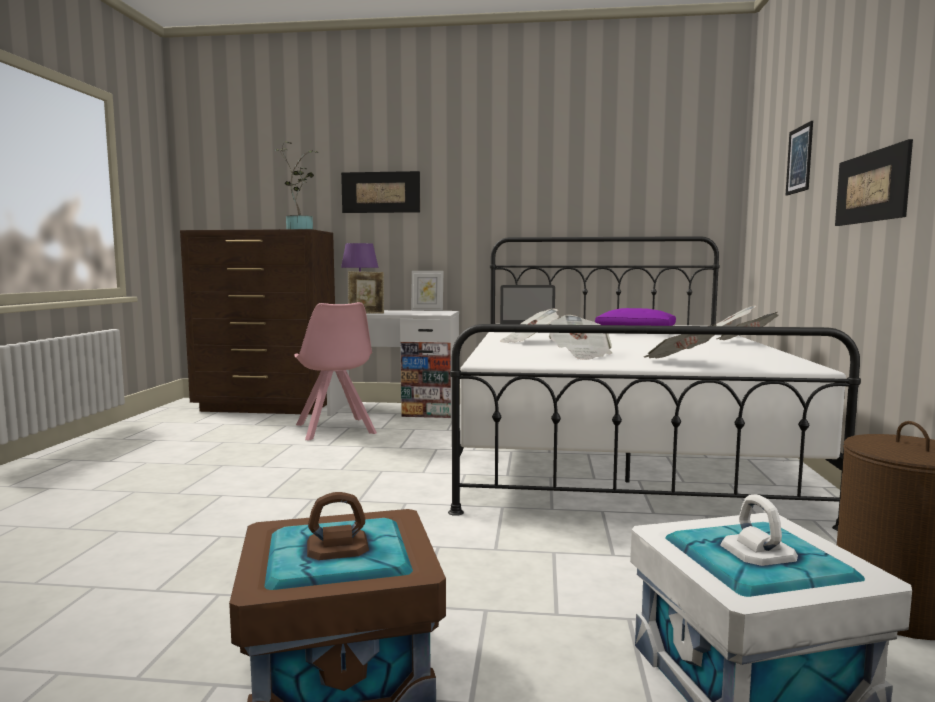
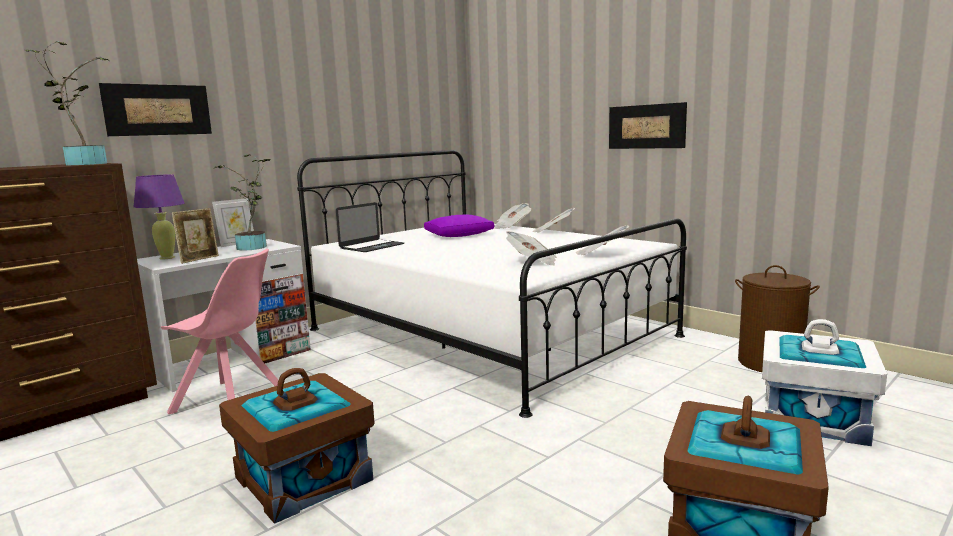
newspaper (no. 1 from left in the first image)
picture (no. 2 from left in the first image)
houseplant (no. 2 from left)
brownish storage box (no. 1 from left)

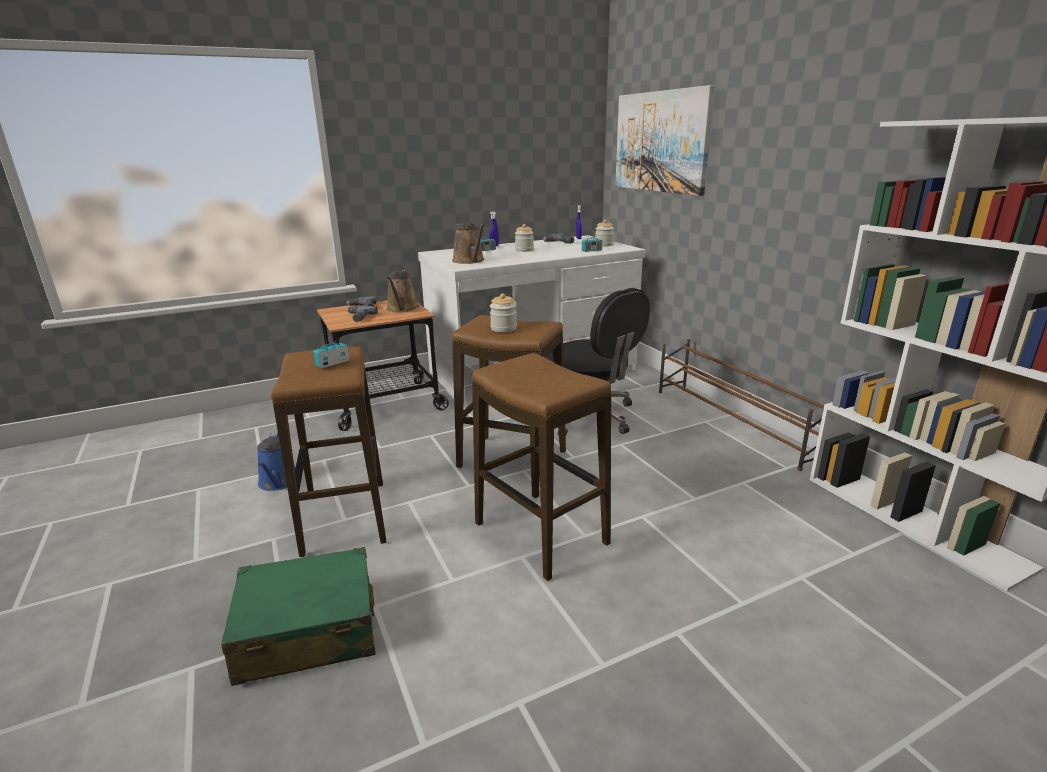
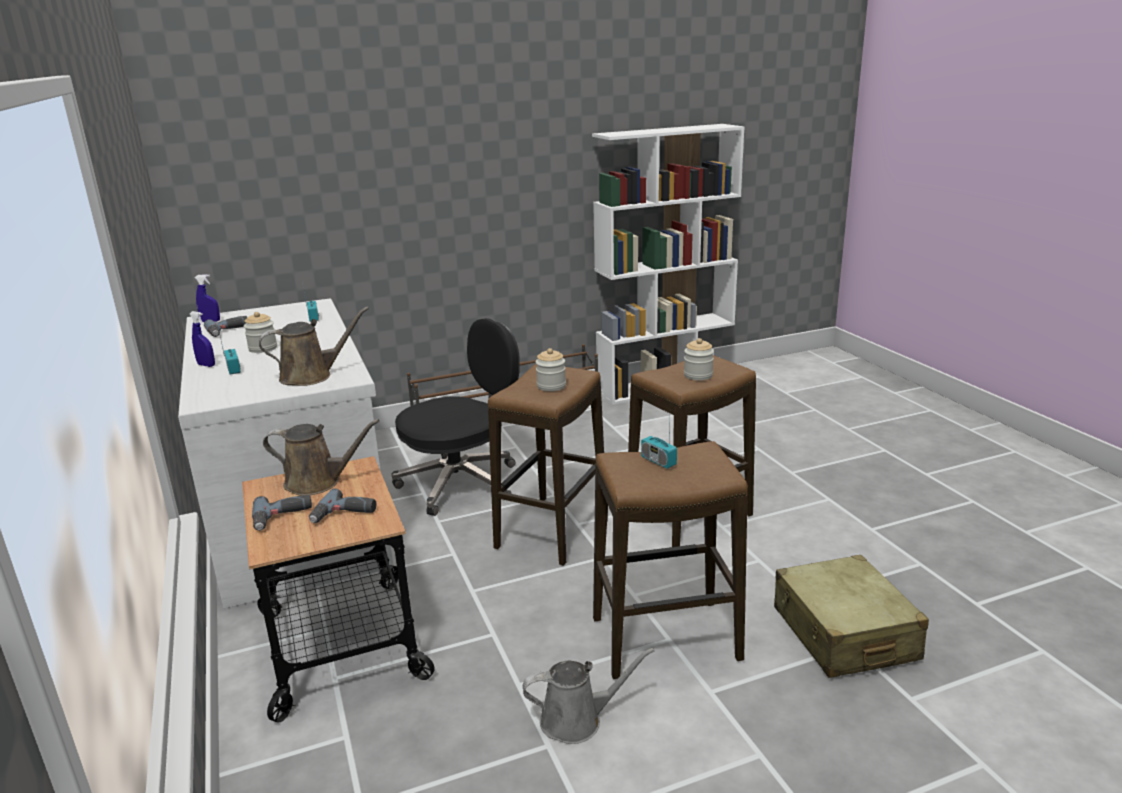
picture
preserve jar (no. 3 from left)
beige suitcase
grey watering pot

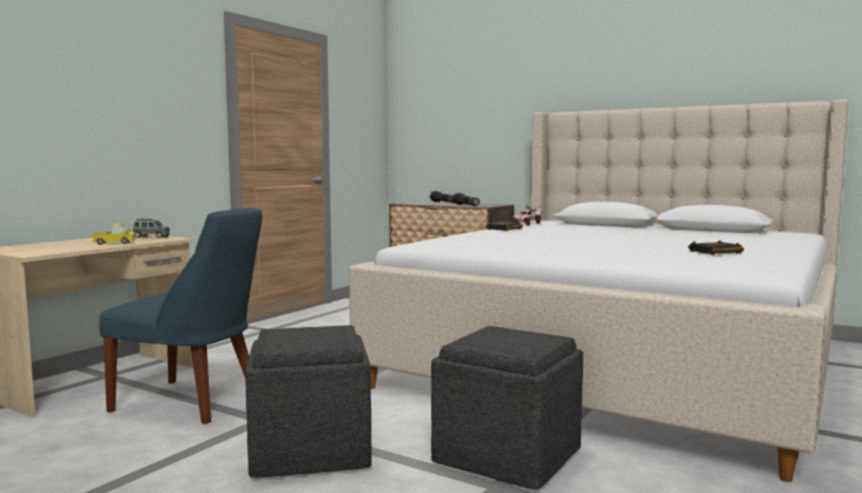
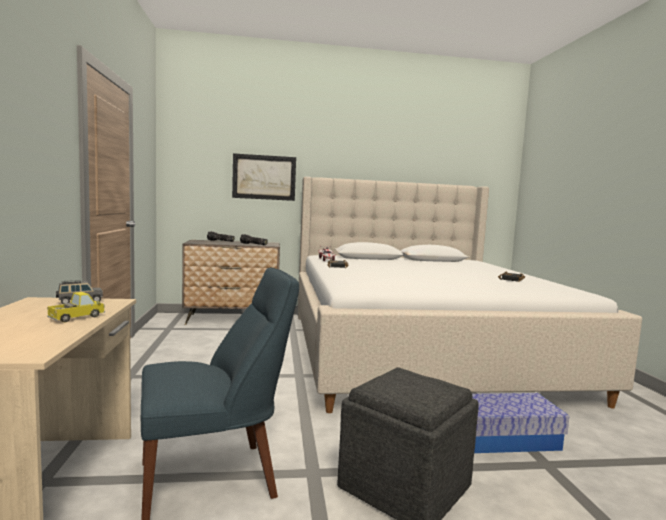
picture
storage box

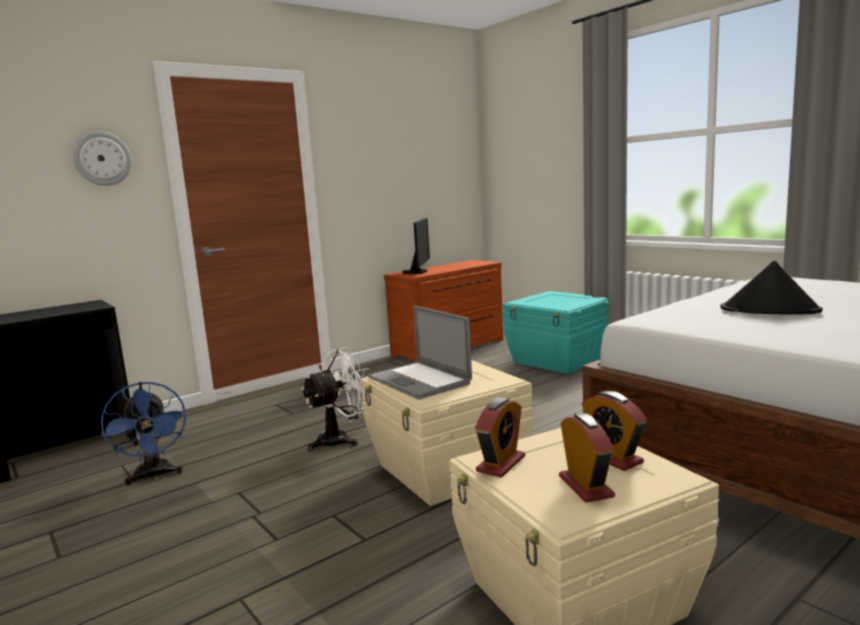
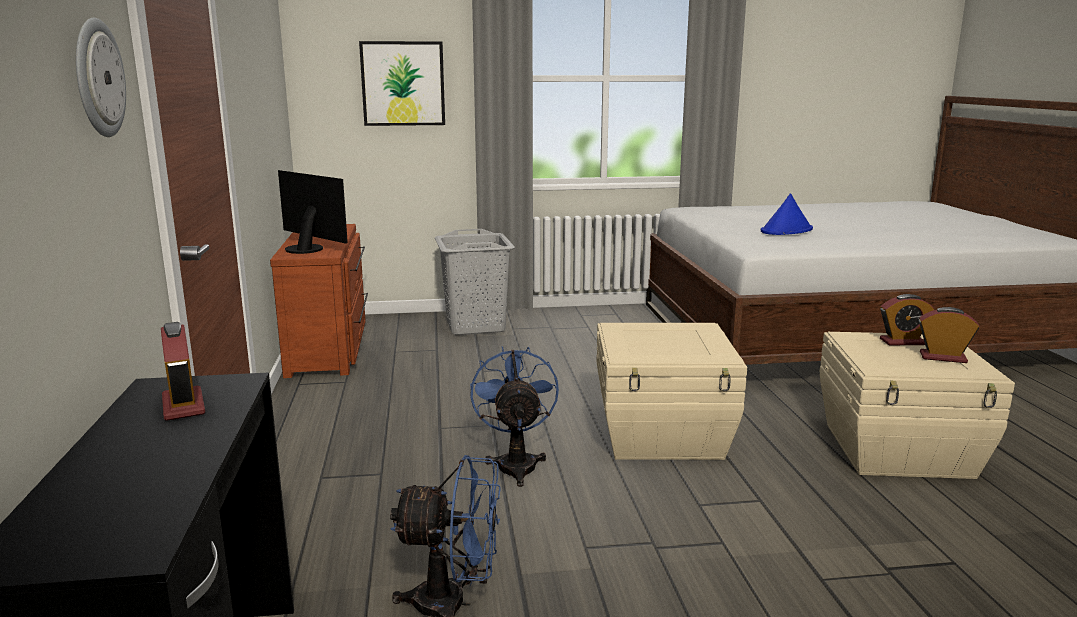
portable computer
picture
bedside clock (no. 1 from left)
grey washing basket
blue electric fan (no. 2 from left)
blue clothing hat

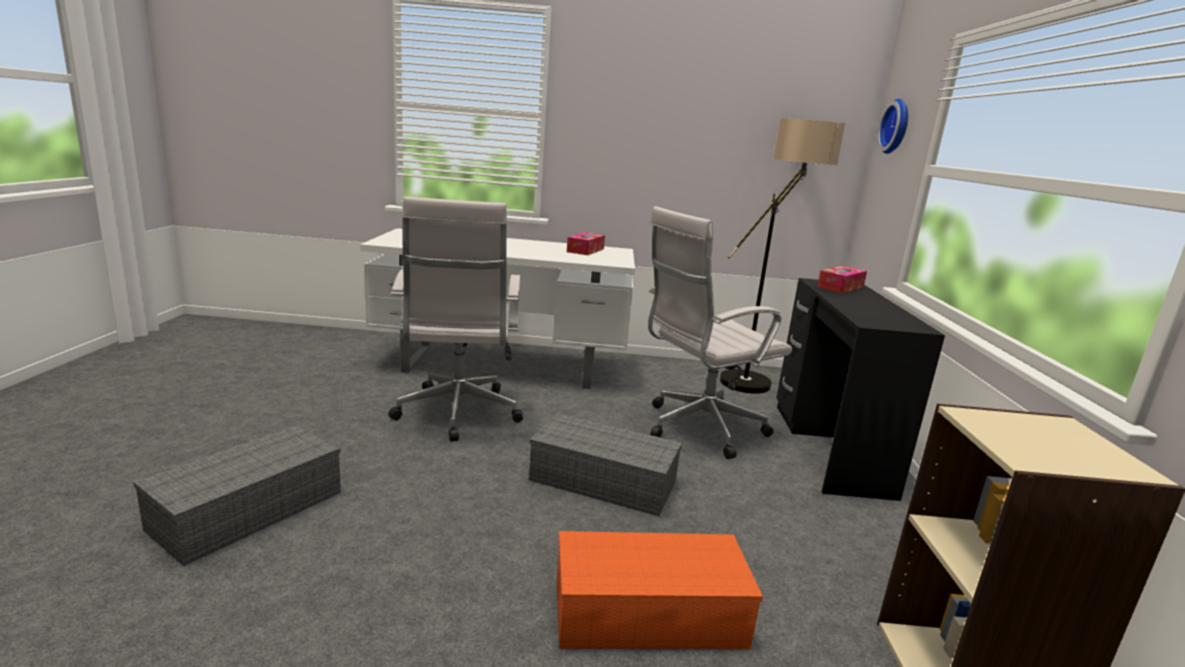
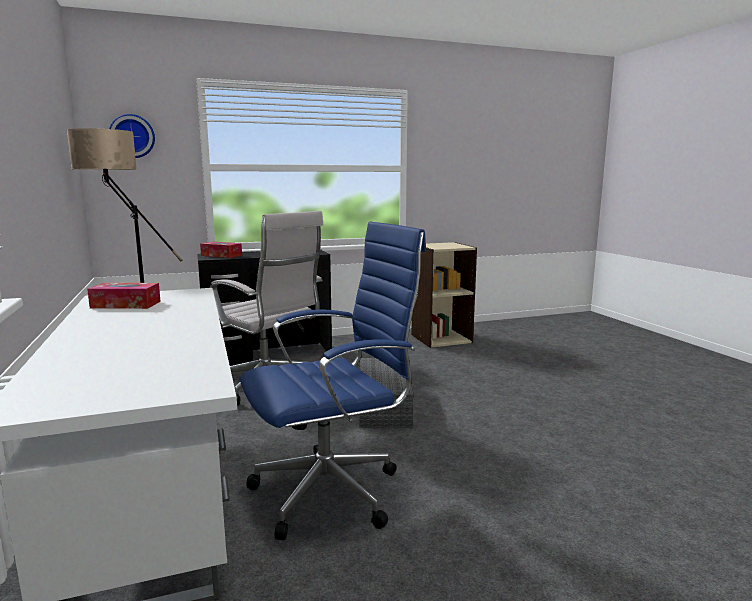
grey storage box (no. 1 from left in the first image)
orangey storage box
blue desk chair

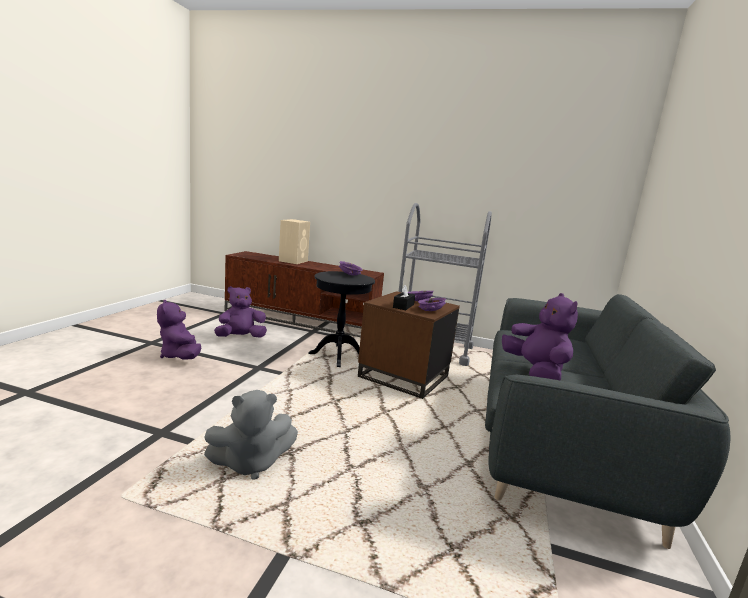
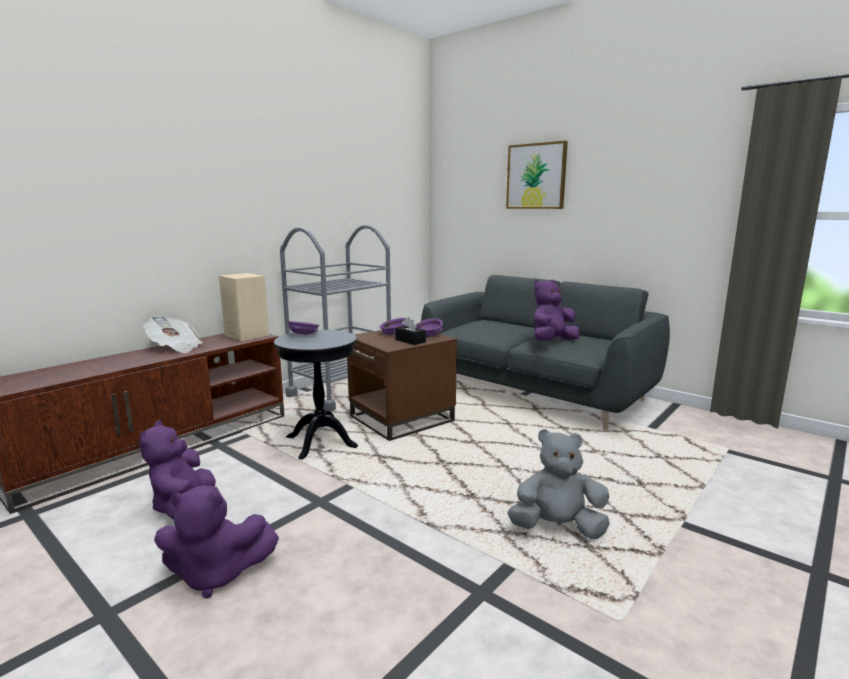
newspaper
picture
beige speaker
grey plush toy
purple plush toy (no. 3 from left)

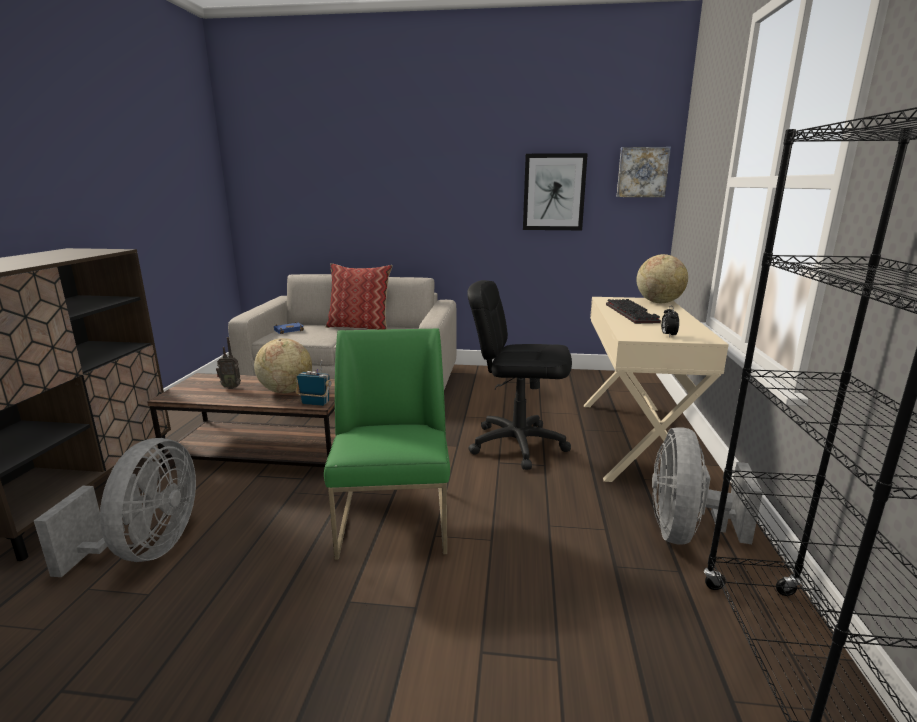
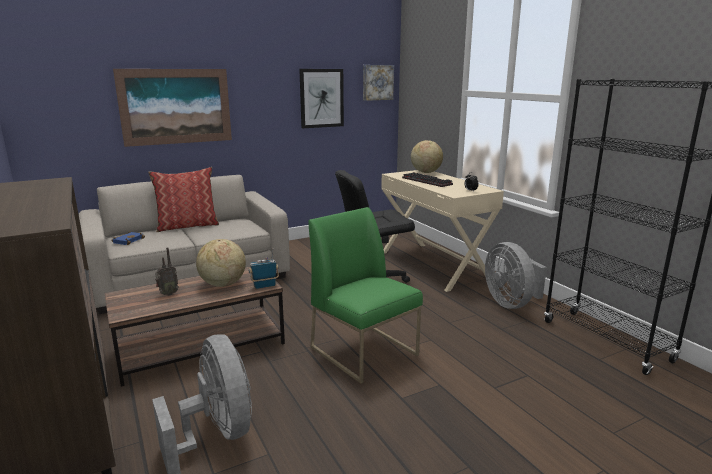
picture (no. 1 from left)

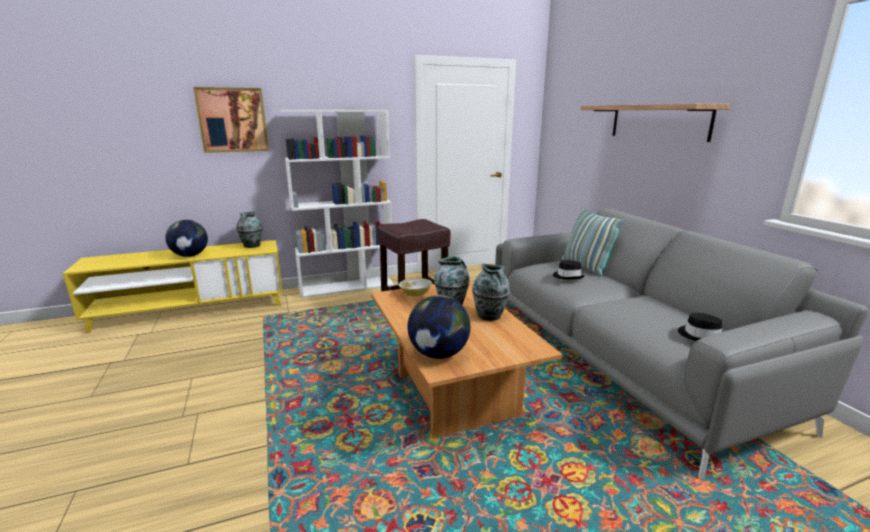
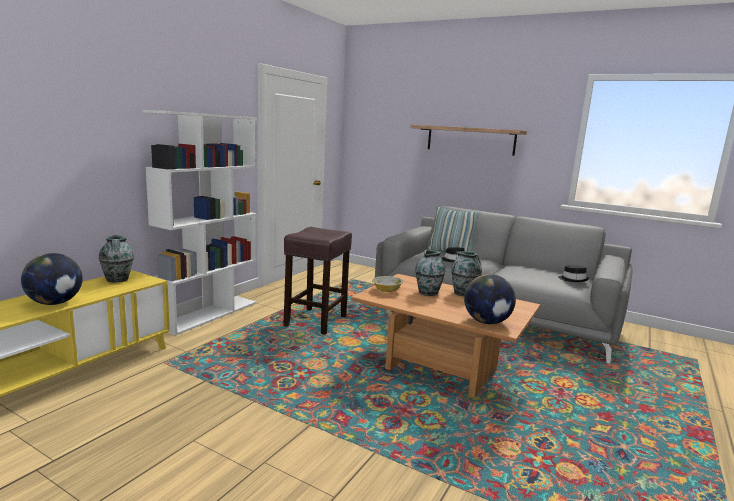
picture

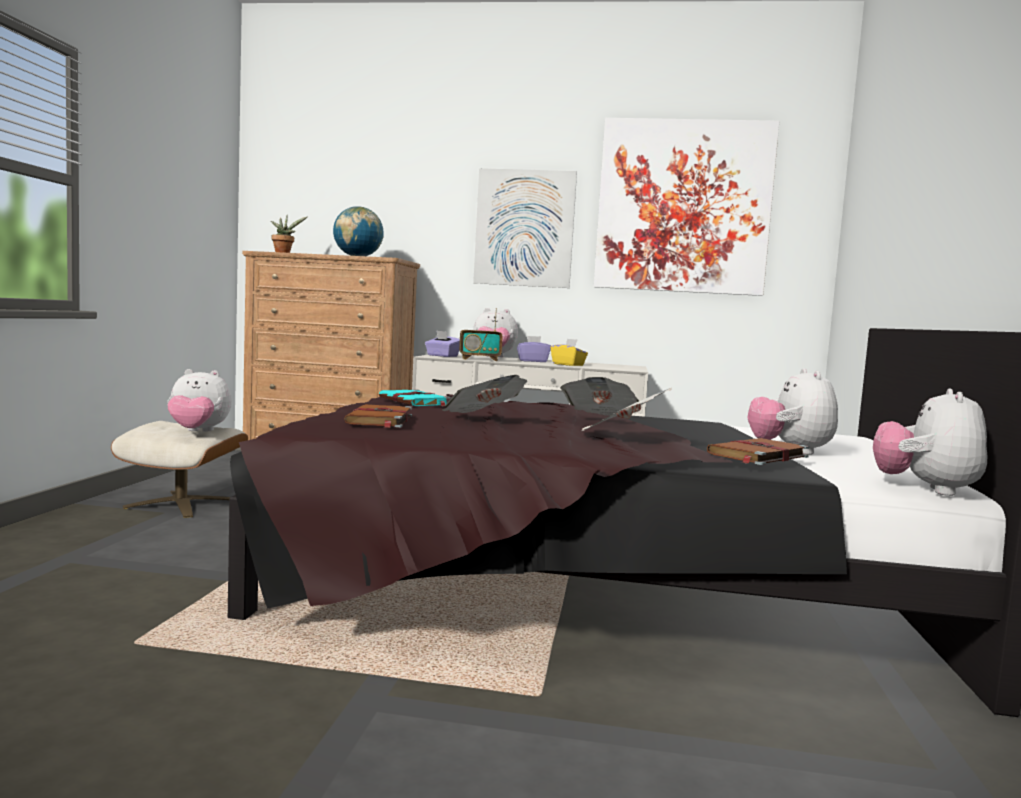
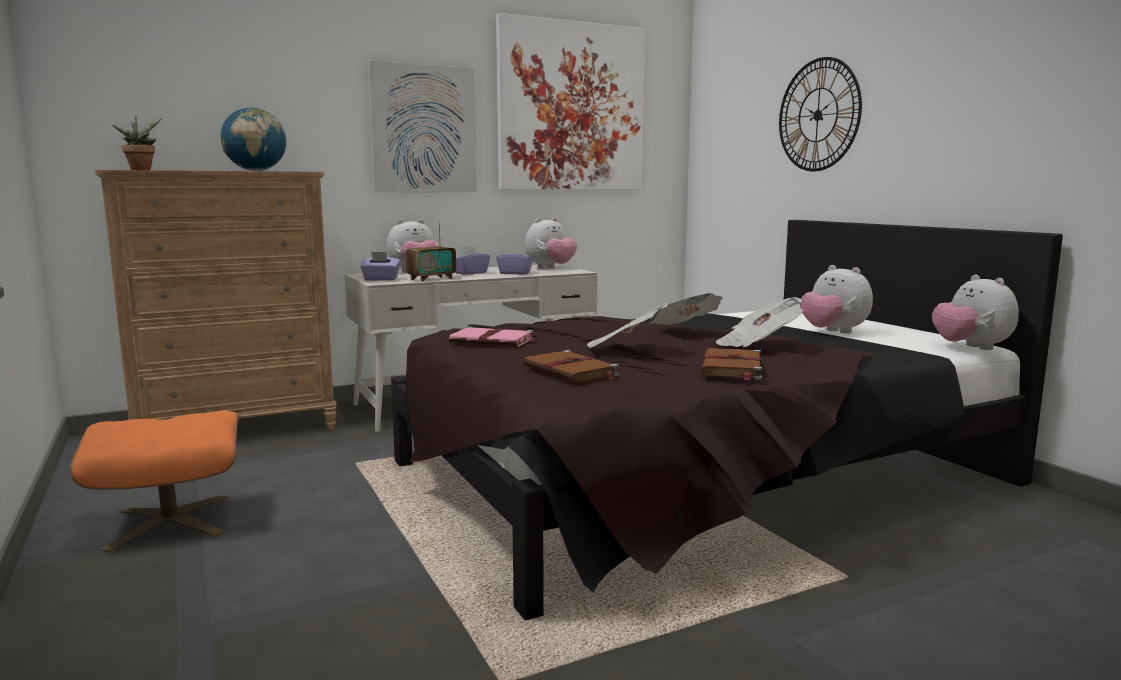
clock on the wall
plush toy (no. 2 from left)
brownish volume (no. 2 from left)
orangey pouffe
pink volume
purple tissue holder (no. 3 from left)

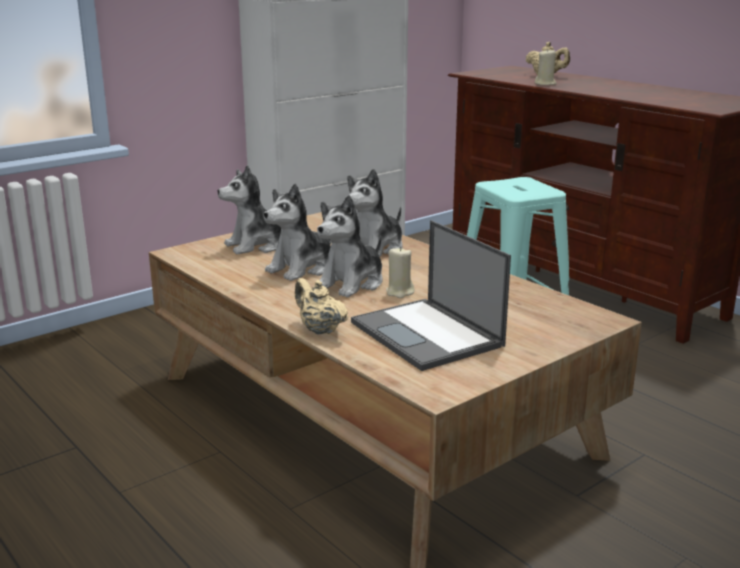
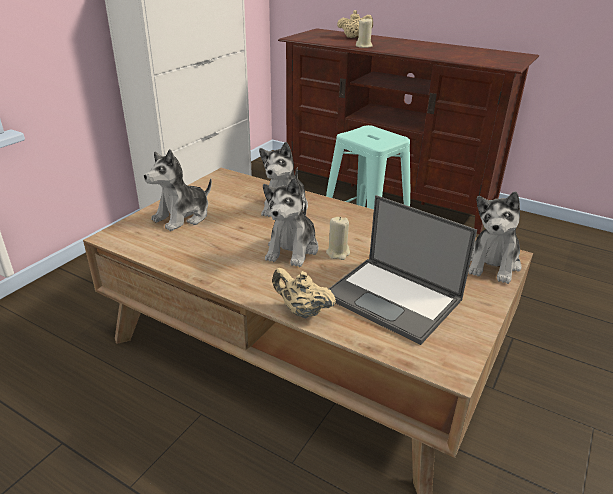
plush toy (no. 4 from left)

